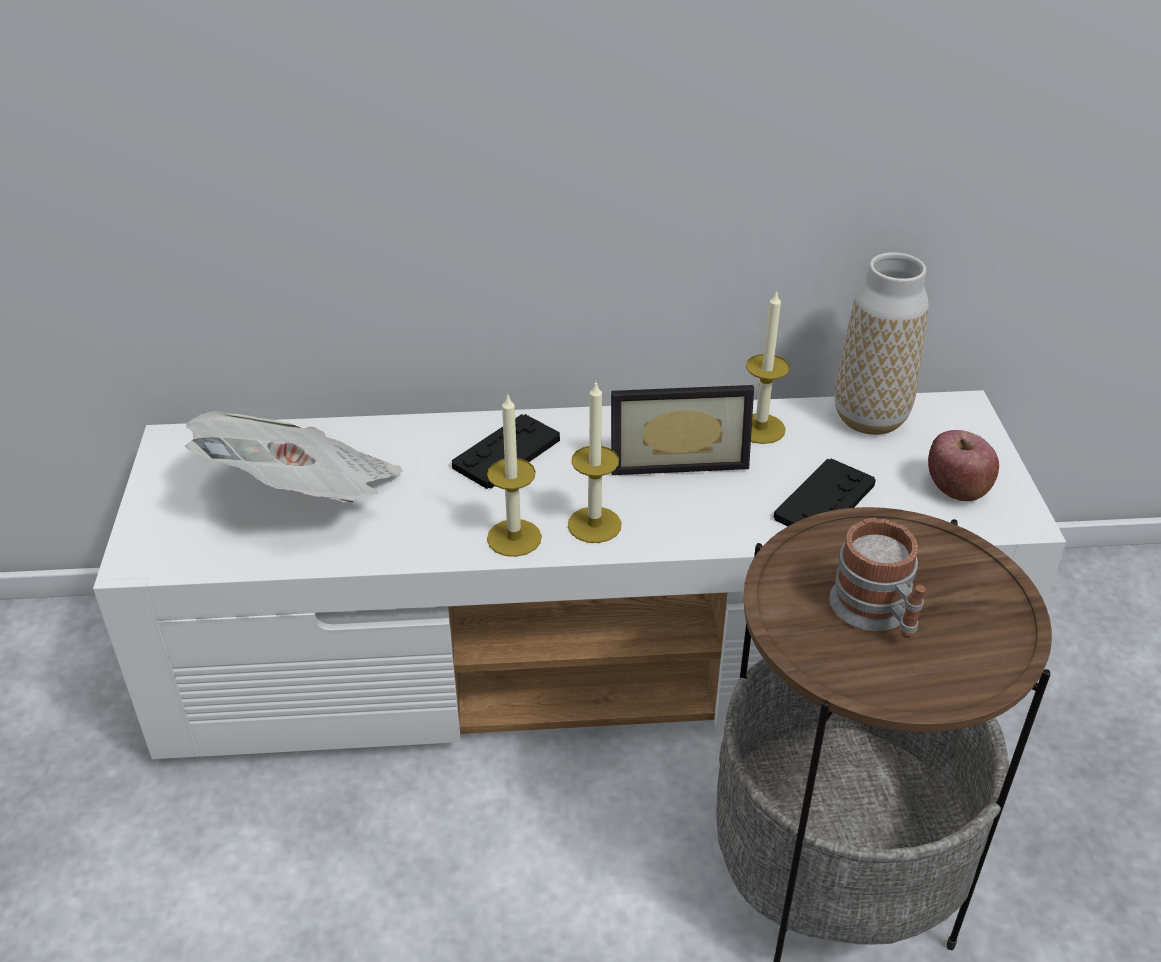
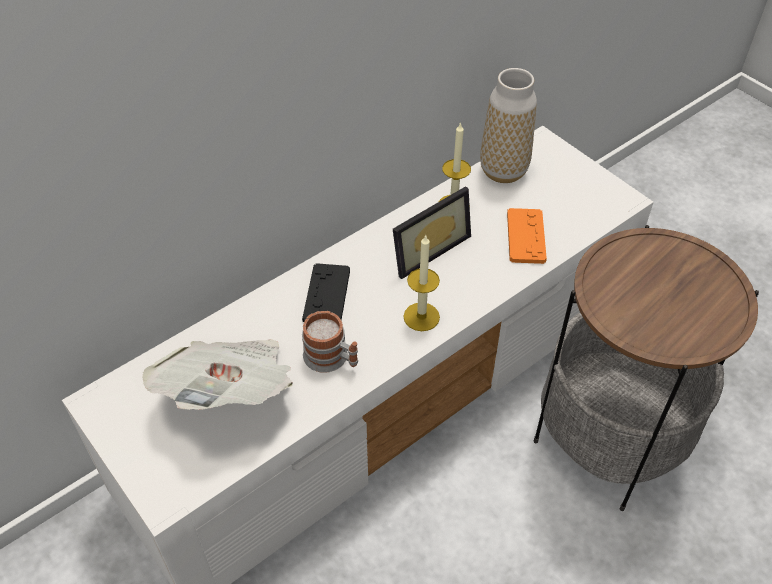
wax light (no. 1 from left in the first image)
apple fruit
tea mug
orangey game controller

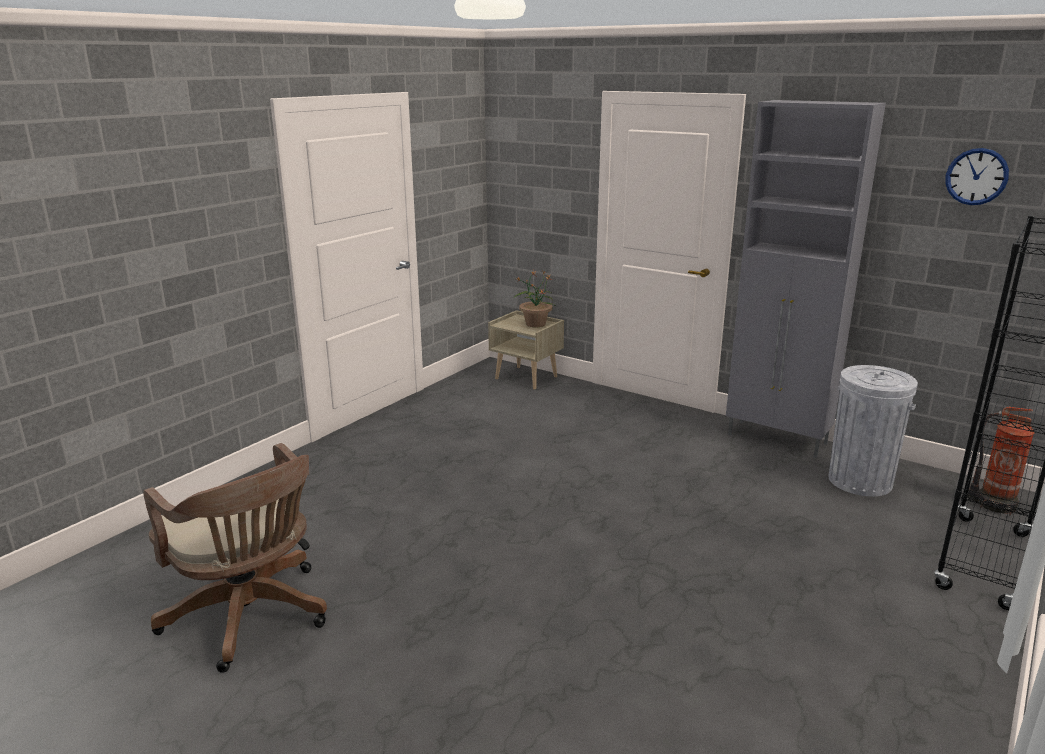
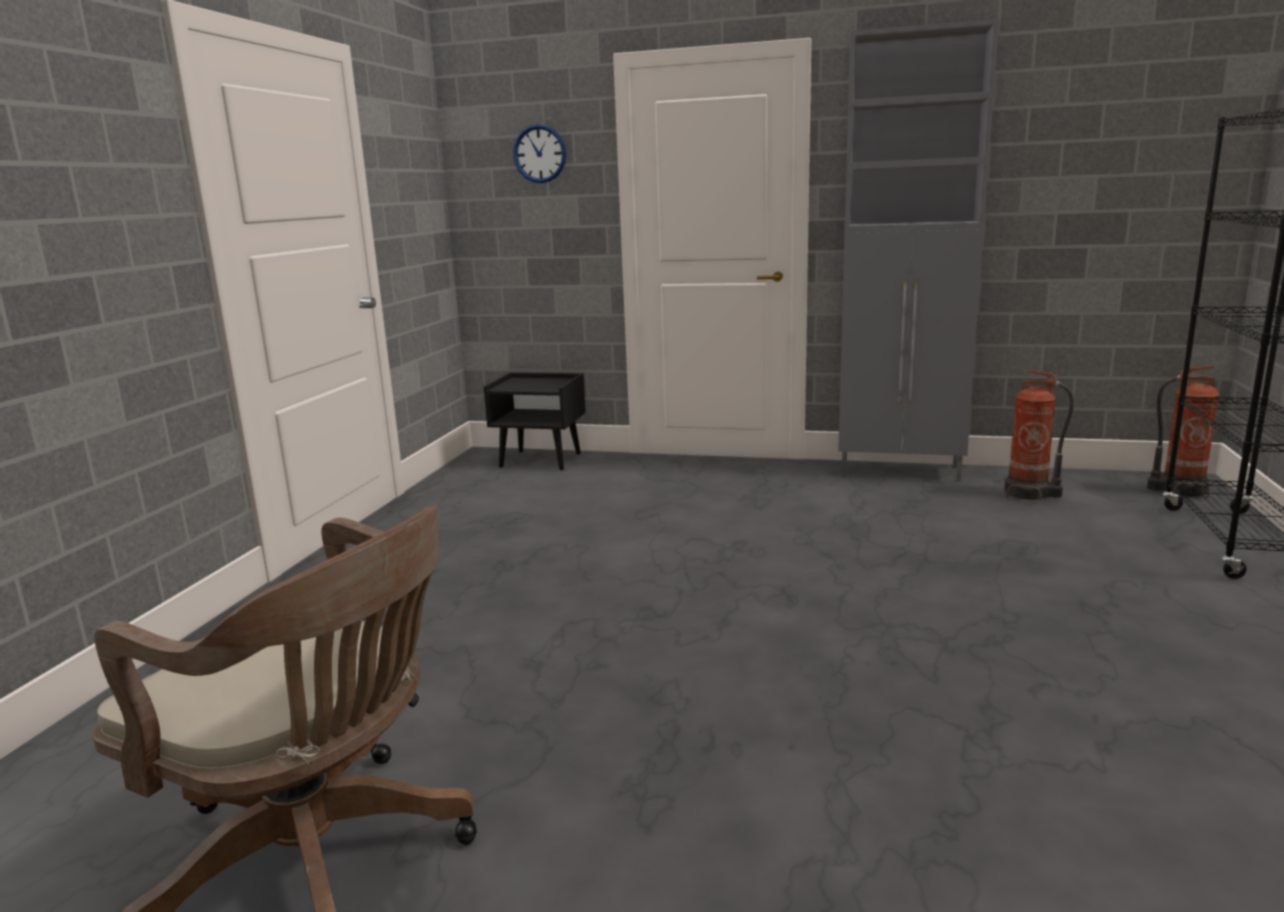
houseplant
clock on the wall
extinguisher (no. 1 from left)
black-coloured bedside table

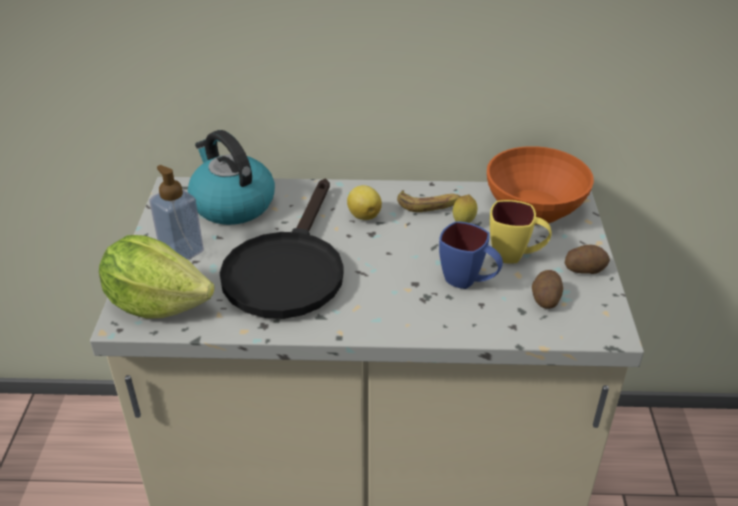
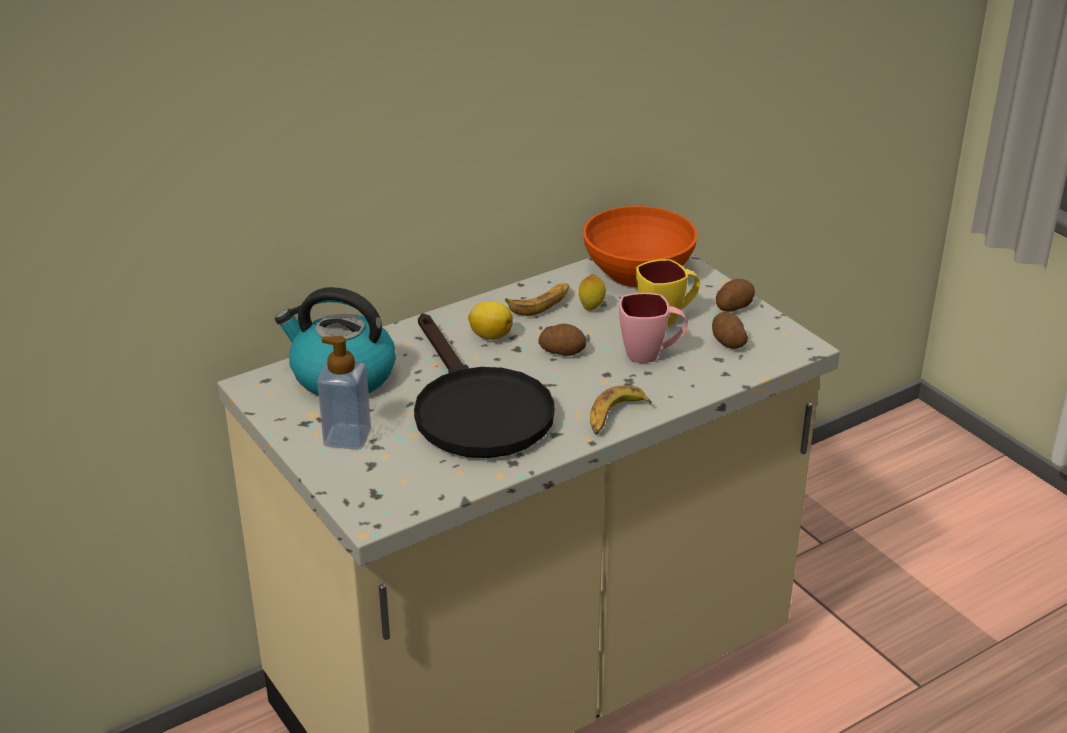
head of lettuce
potato (no. 1 from left)
banana fruit (no. 2 from left)
pink tea mug

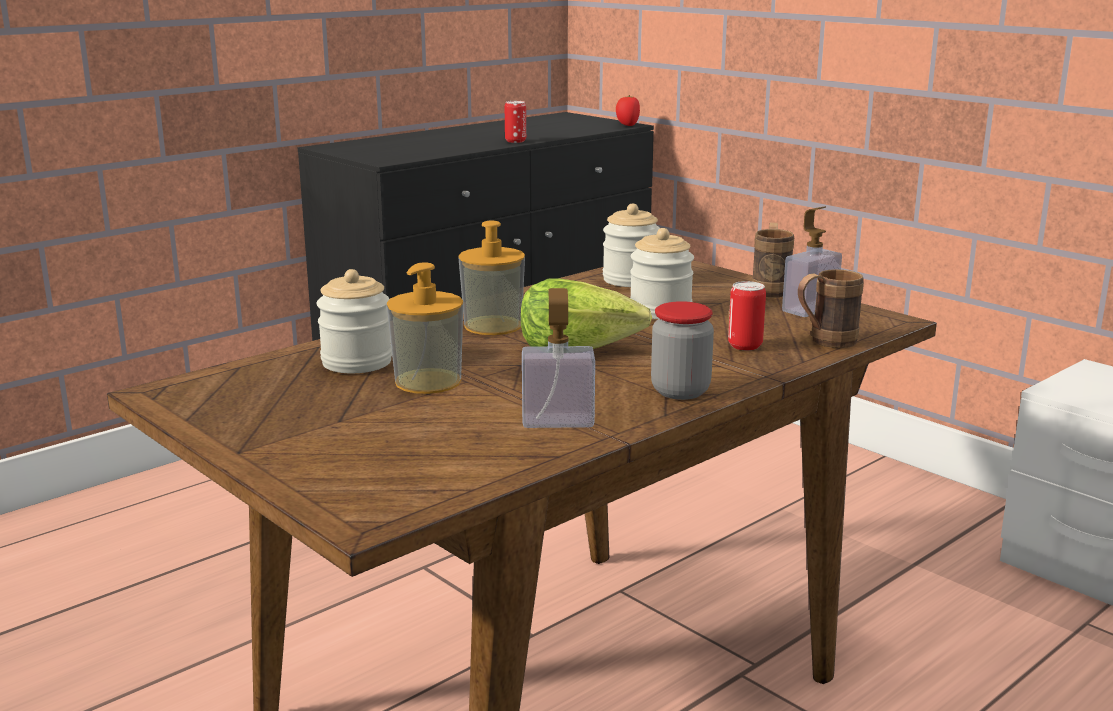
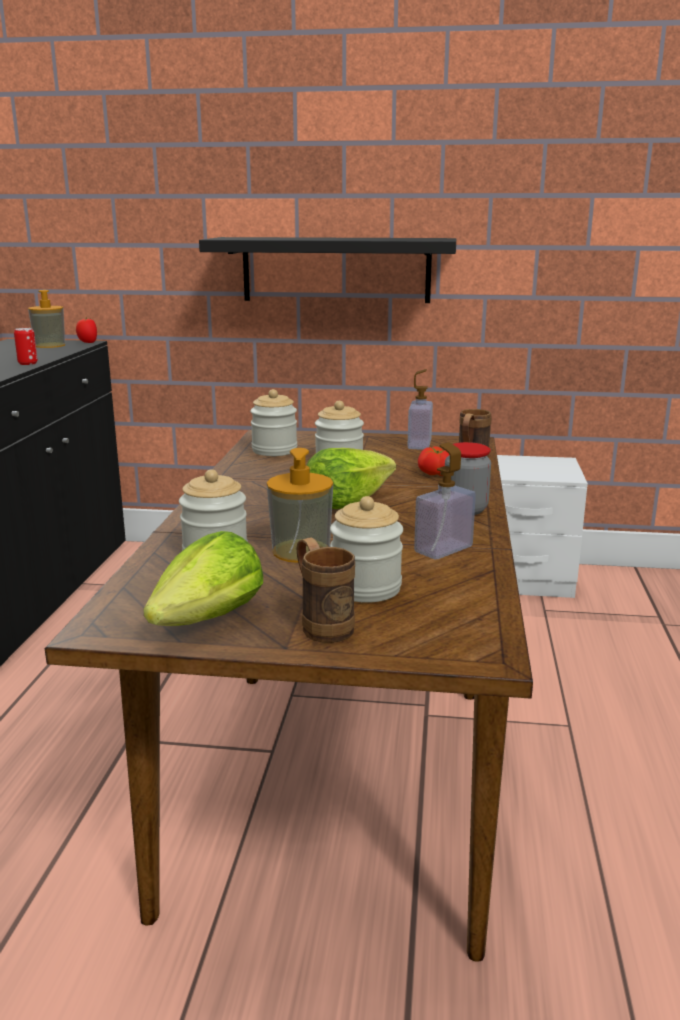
head of lettuce (no. 1 from left)
black-coloured shelf
preserve jar (no. 4 from left)
soap bottle (no. 1 from left)
brownish tea mug (no. 1 from left)
fresh tomato (no. 2 from left)

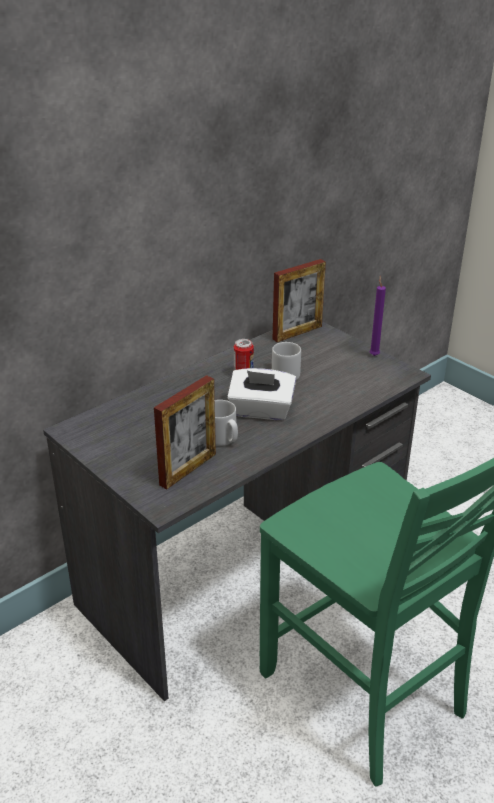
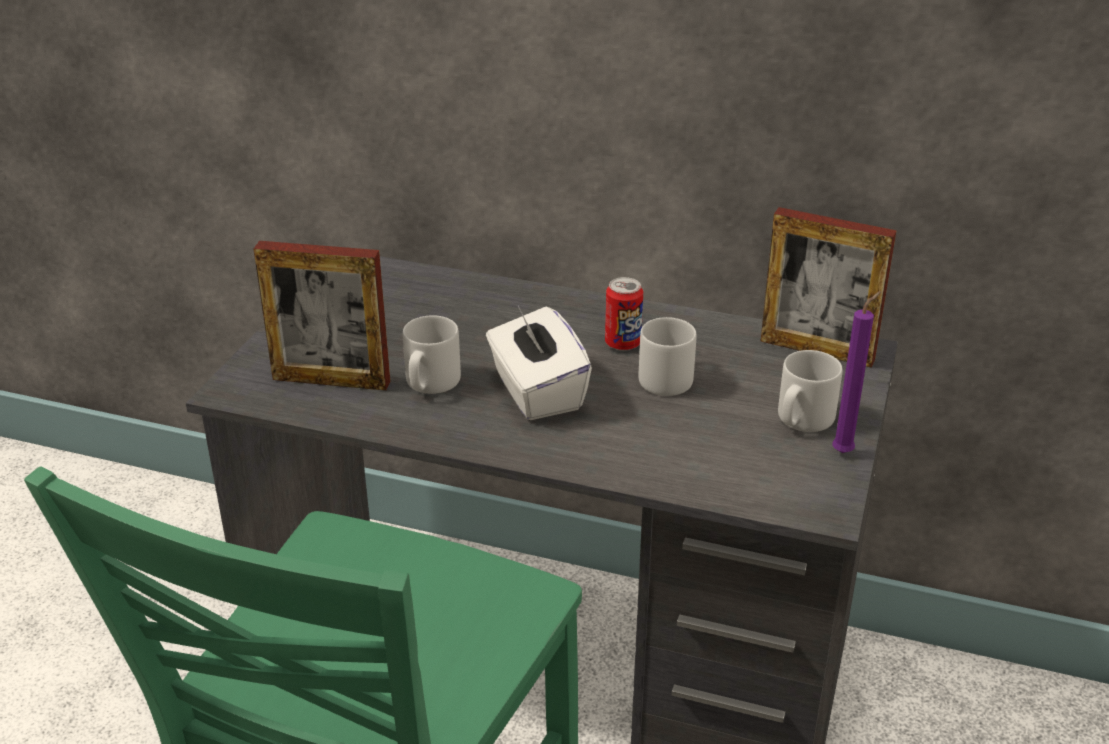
grey tea mug (no. 3 from left)

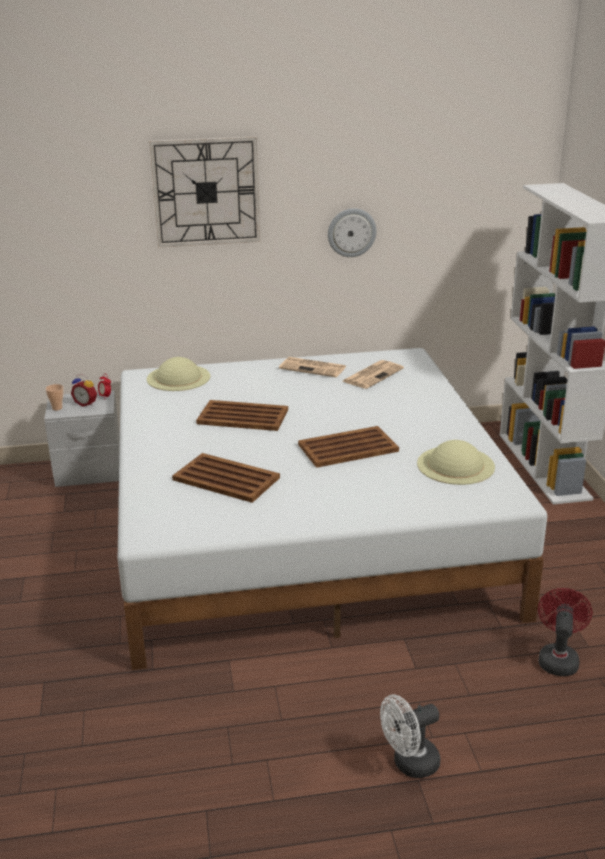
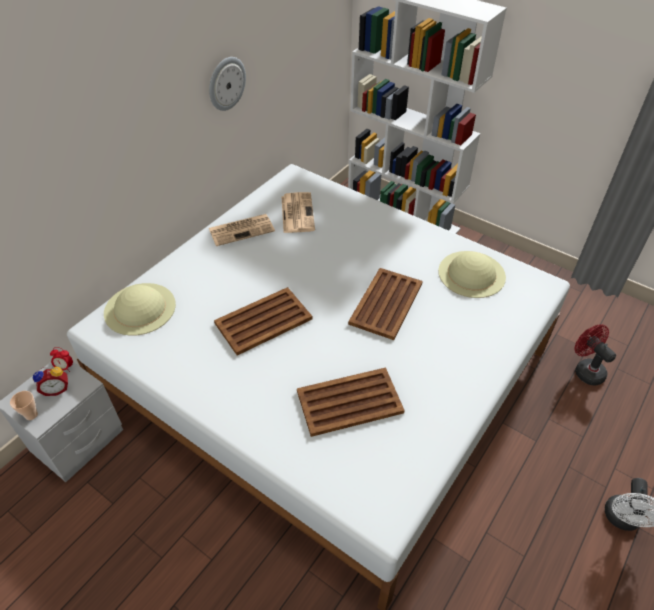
clock on the wall (no. 1 from left in the first image)

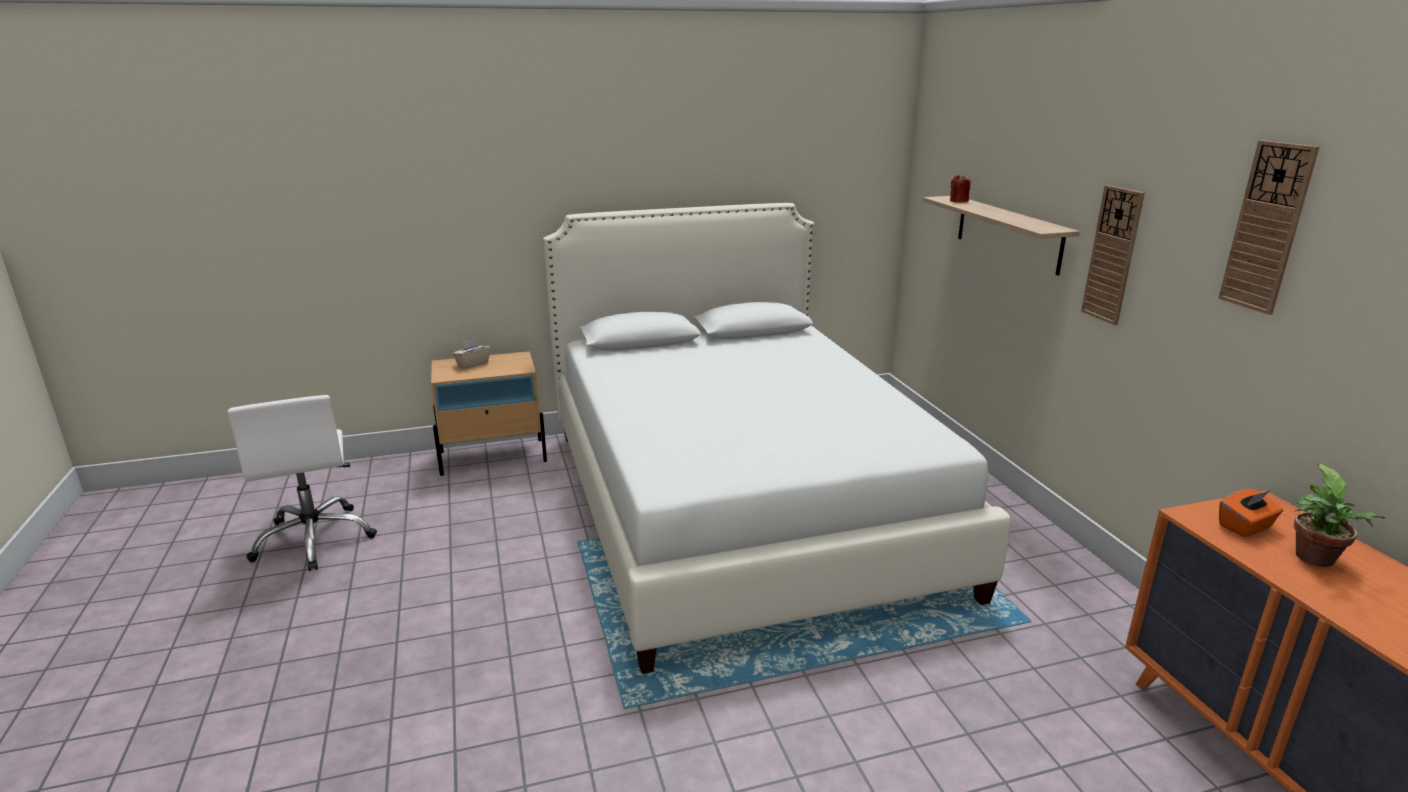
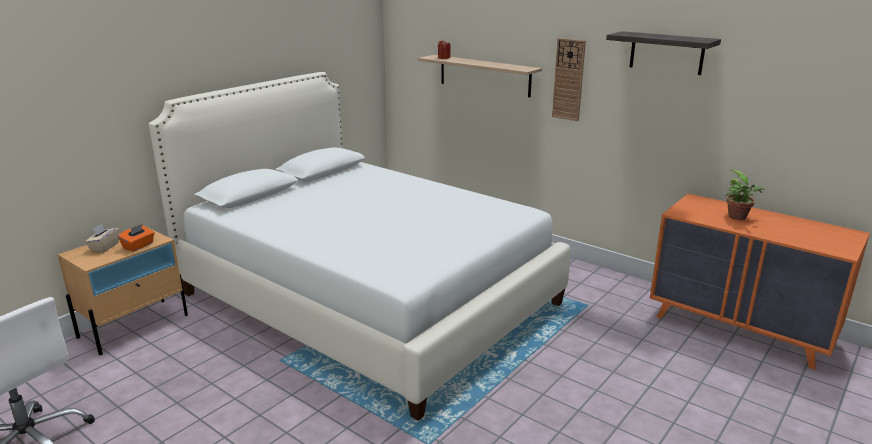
orangey tissue holder
shelf (no. 2 from left)

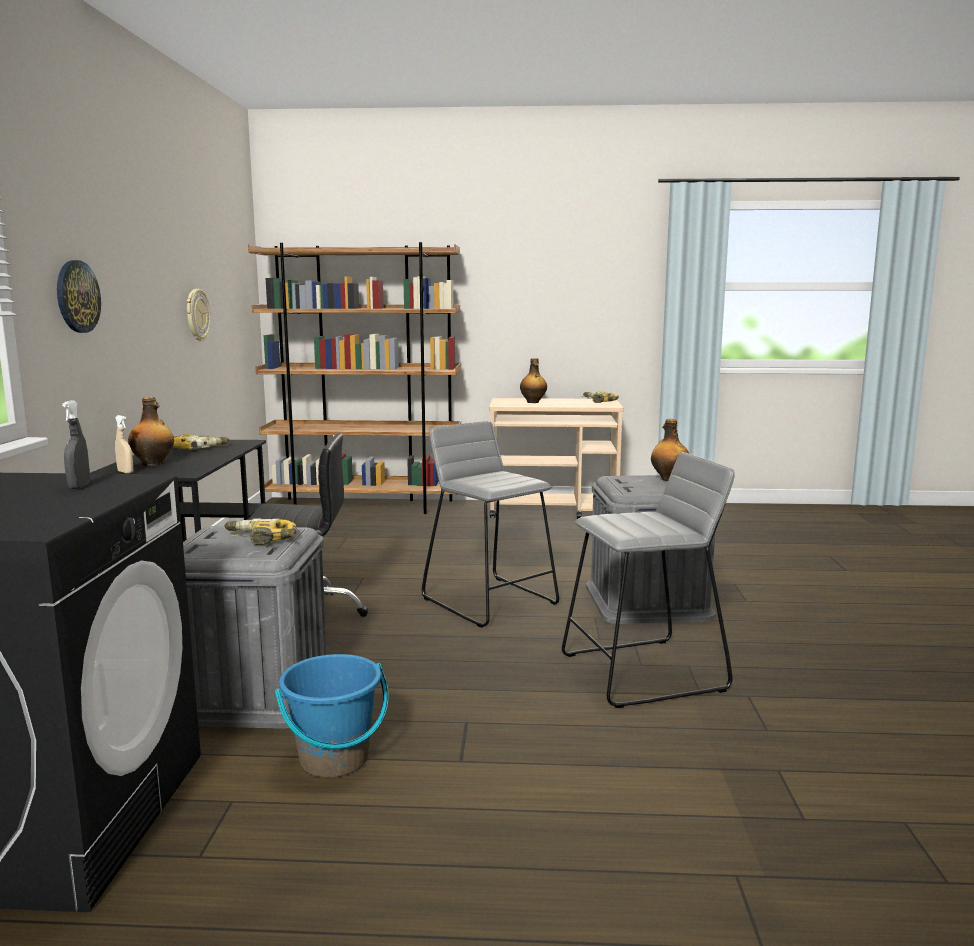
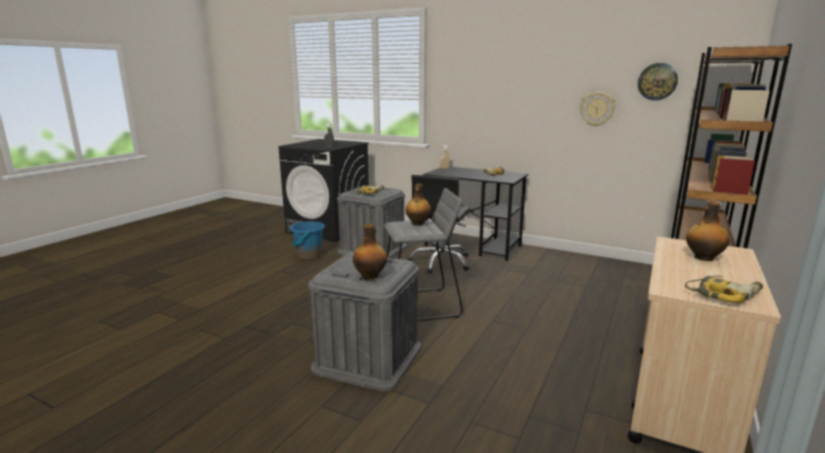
grey stool (no. 2 from left in the first image)
clock on the wall (no. 2 from left)
bottle (no. 2 from left)

